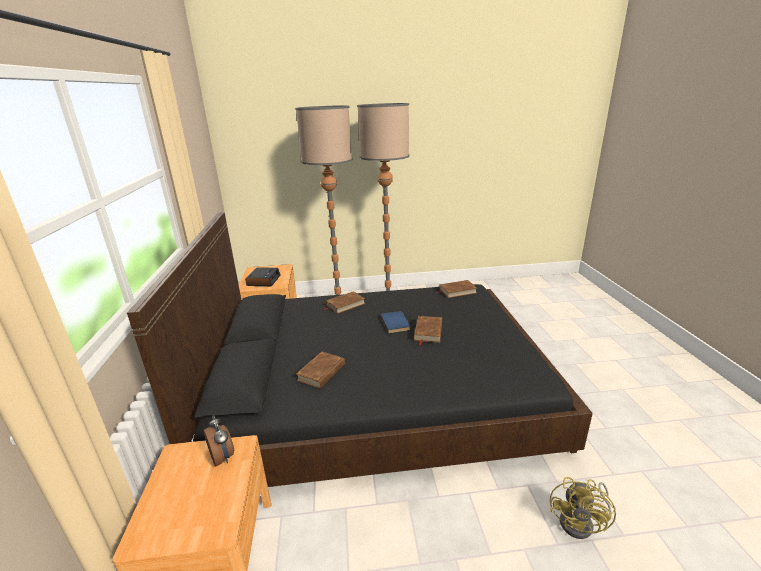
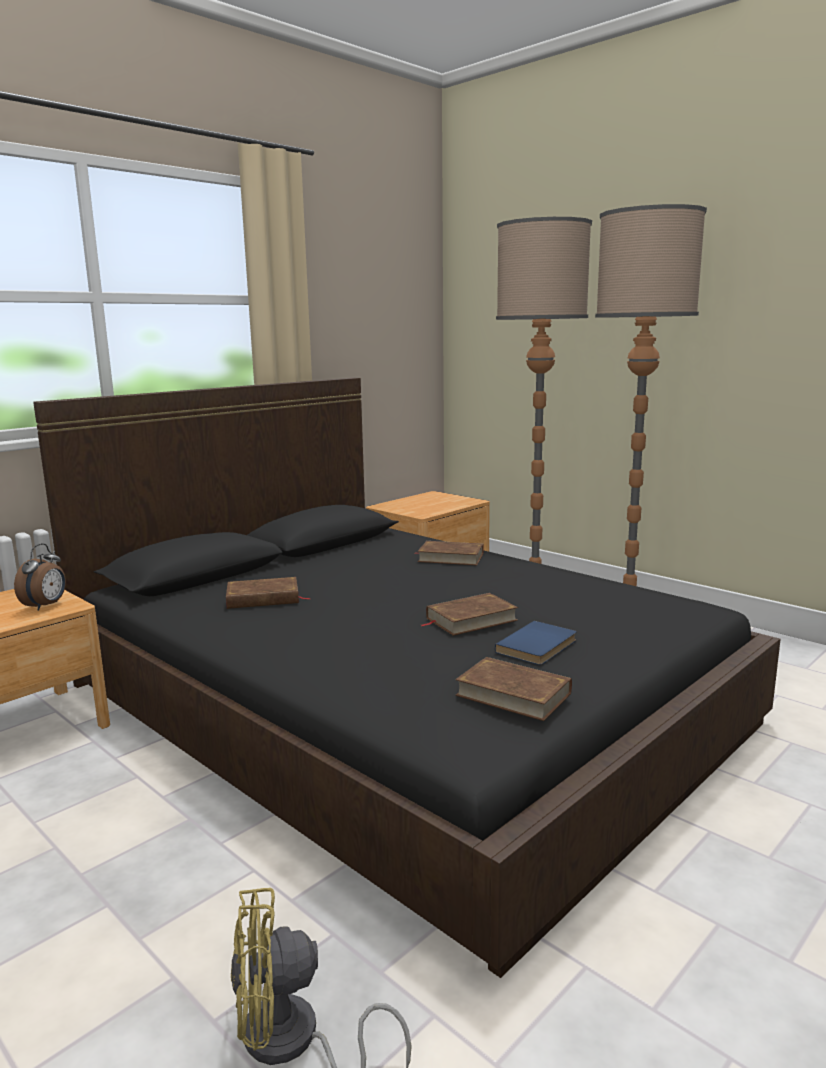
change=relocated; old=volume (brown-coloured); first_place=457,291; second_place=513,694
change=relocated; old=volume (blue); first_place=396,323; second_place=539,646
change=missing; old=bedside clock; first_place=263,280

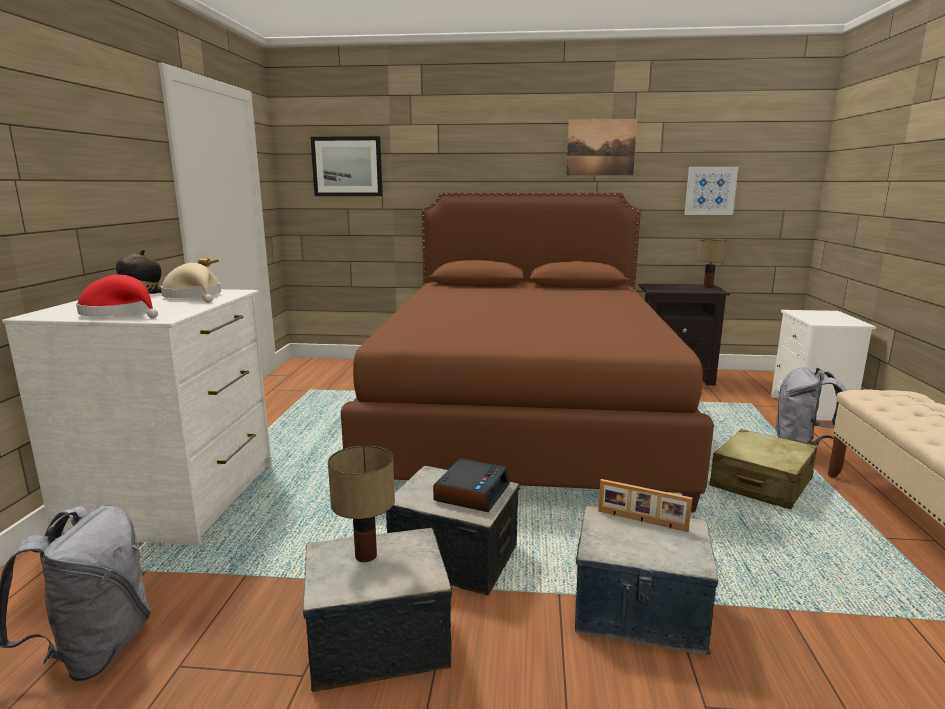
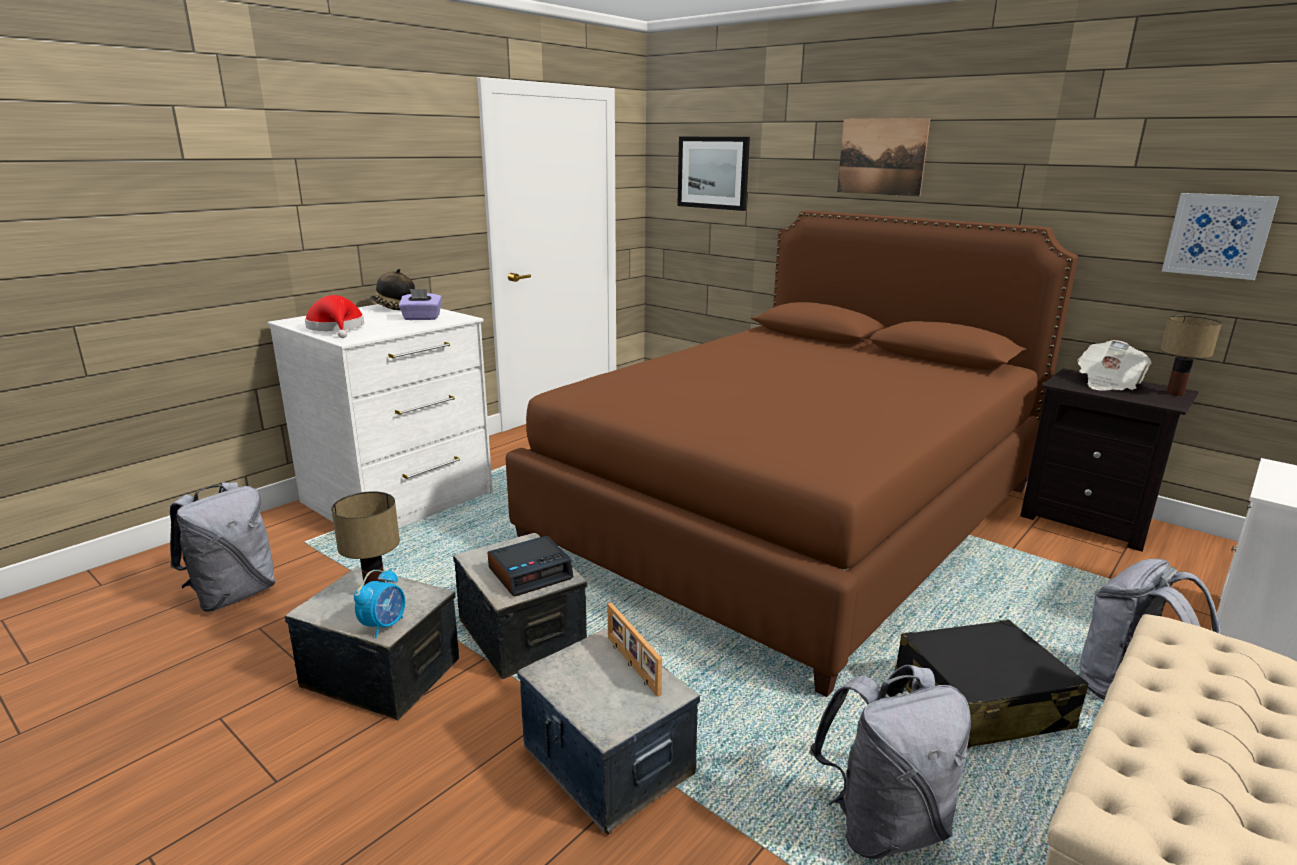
change=appeared; new=bedside clock; second_place=384,625
change=exchanged; old=hat (beige-coloured); new=tissue holder (purple-coloured); first_place=194,296; second_place=421,318
change=appeared; new=rucksack (gray); second_place=883,824
change=relocated; old=wall art; first_place=601,147; second_place=881,156
change=colour; old=travel case (beige-coloured); new=travel case (black-coloured); first_place=761,483; second_place=980,703
change=appeared; new=newspaper; second_place=1107,383

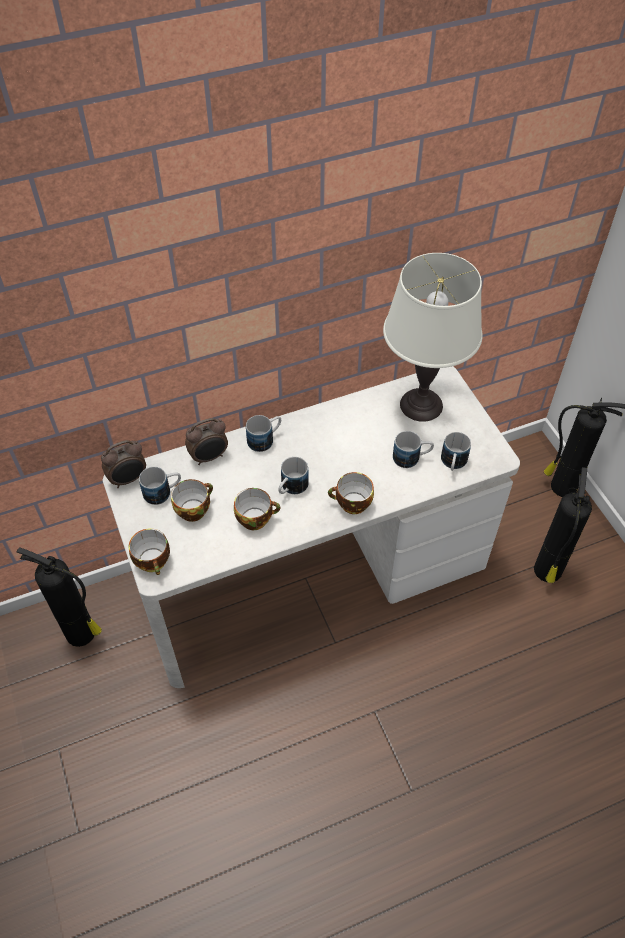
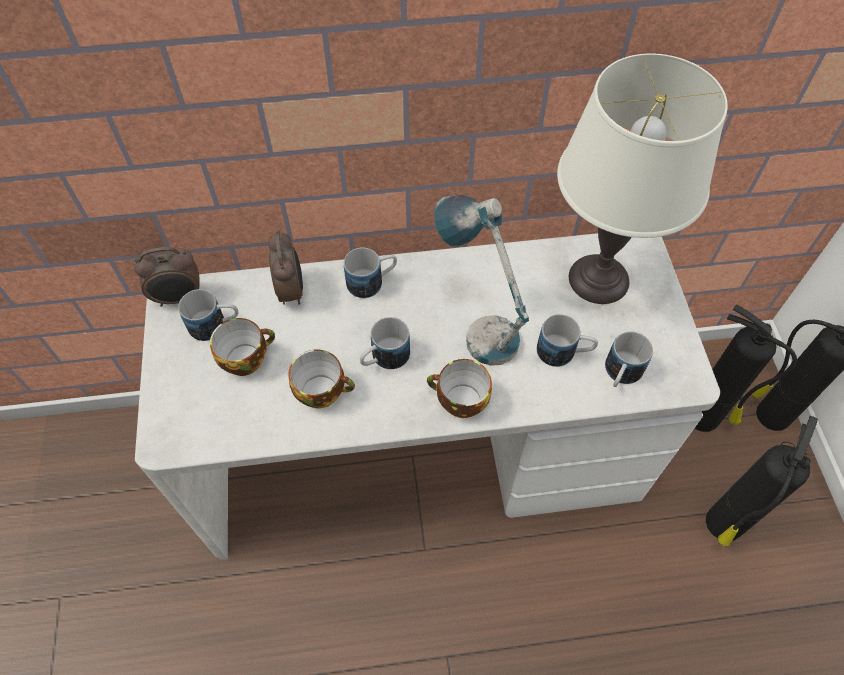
change=spun; old=bedside clock; first_place=209,457; second_place=291,291; degrees=-90
change=appeared; new=lamp for a table; second_place=477,326
change=relocated; old=extinguisher; first_place=82,634; second_place=704,417
change=missing; old=cup; first_place=154,562

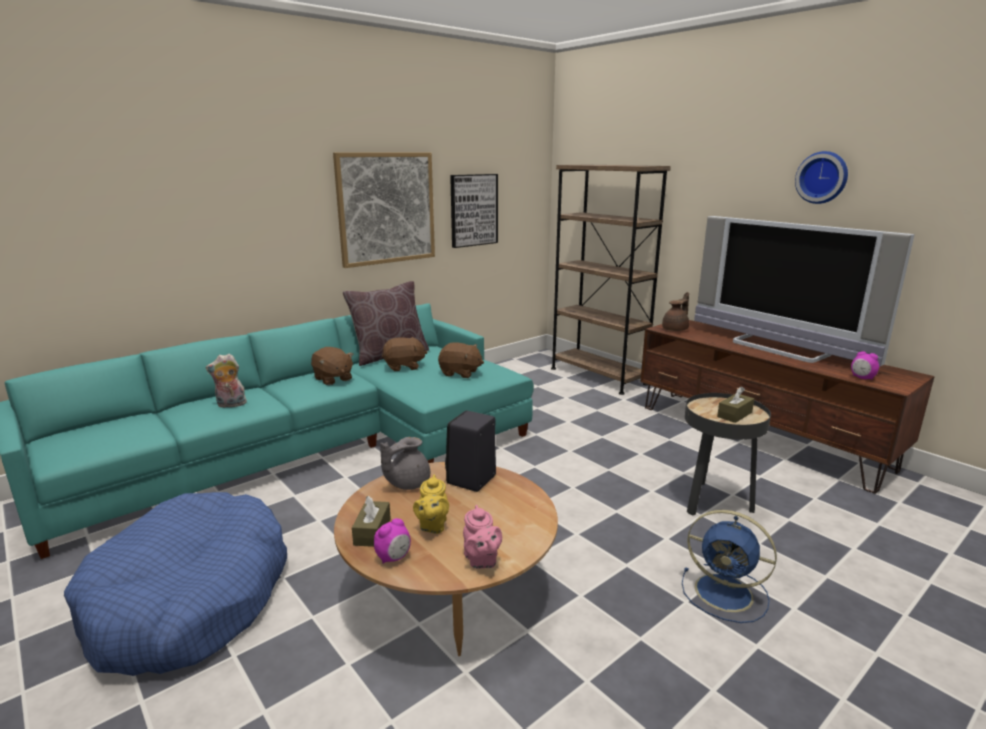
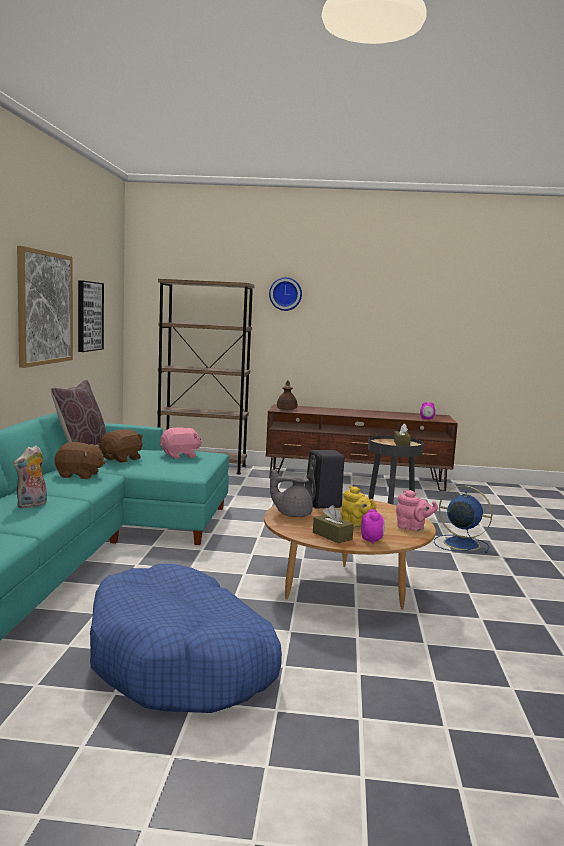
change=colour; old=plush toy (brown-coloured); new=plush toy (pink); first_place=460,373; second_place=180,456
change=relocated; old=clock on the wall; first_place=822,177; second_place=285,294
change=spun; old=tea pot (gray); first_place=407,483; second_place=292,514; degrees=90
change=spun; old=cooling fan (blue); first_place=726,593; second_place=460,544; degrees=-135
change=missing; old=TV; first_place=779,349

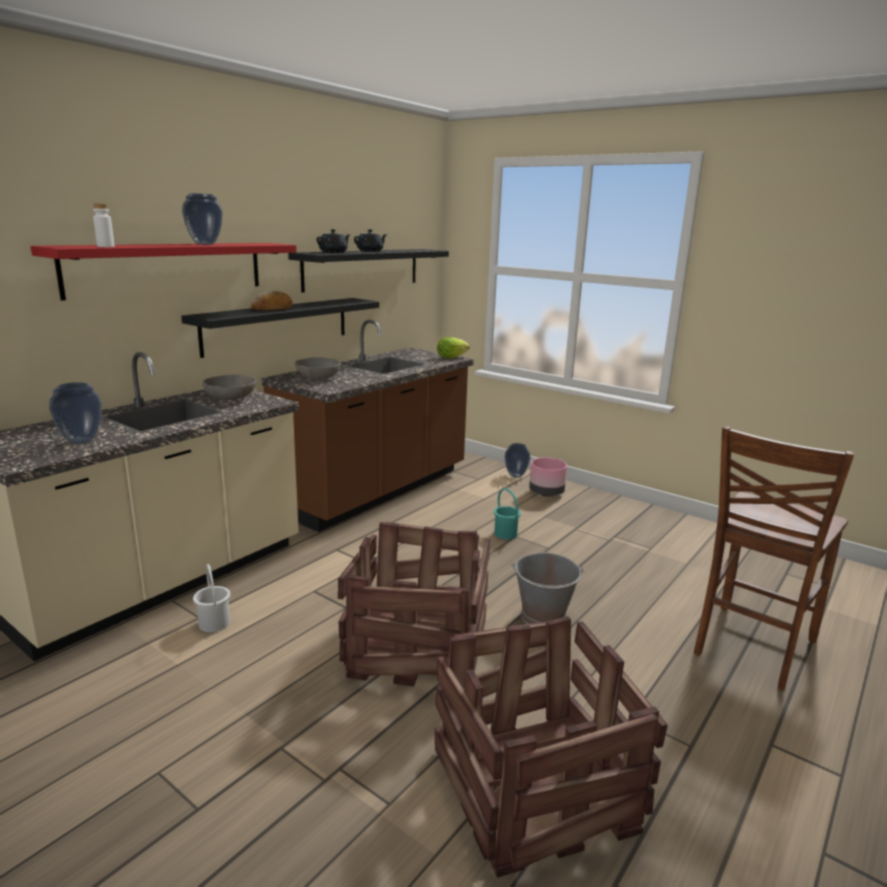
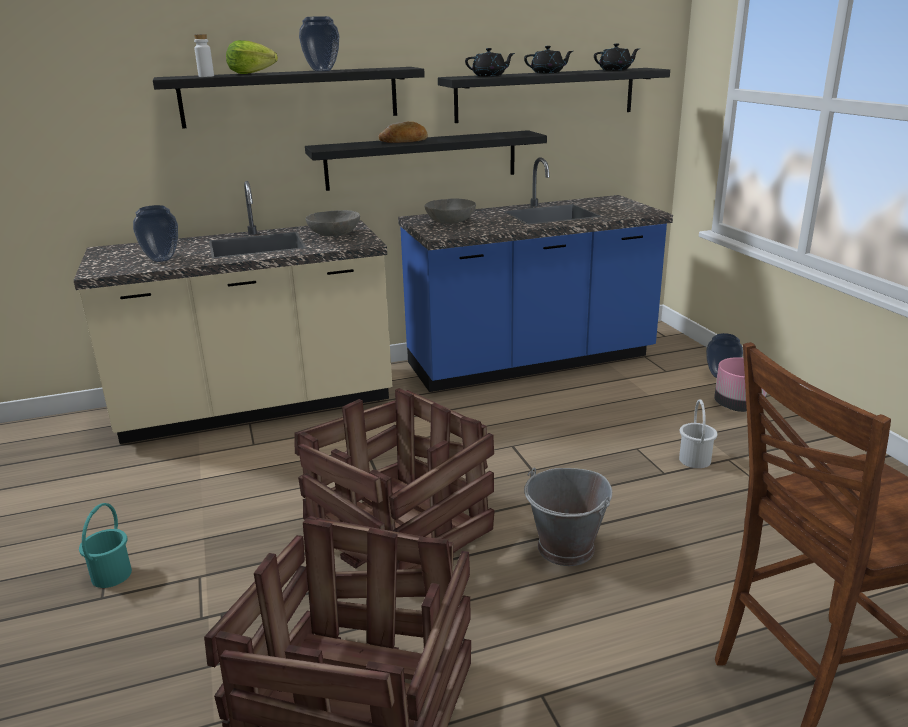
change=relocated; old=pail (blue-green); first_place=505,534; second_place=110,575
change=colour; old=shelf (red-coloured); new=shelf (black-coloured); first_place=168,268; second_place=291,97
change=relocated; old=lettuce head; first_place=451,357; second_place=251,73
change=colour; old=counter (brown-coloured); new=counter (blue); first_place=376,491; second_place=531,362
change=appeared; new=tea pot (black-coloured); second_place=615,70
change=relocated; old=pail (white-coloured); first_place=215,623; second_place=695,460

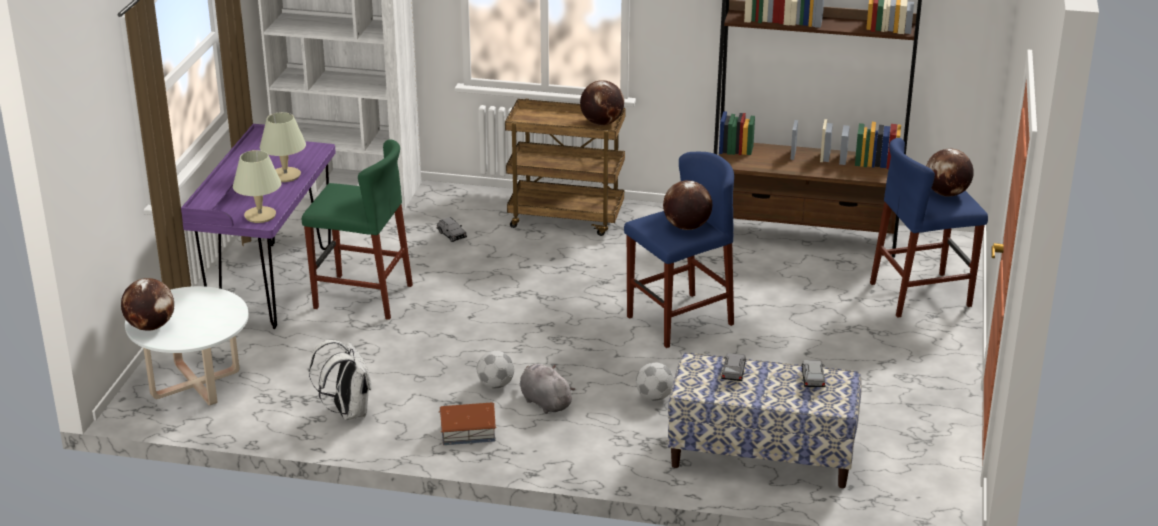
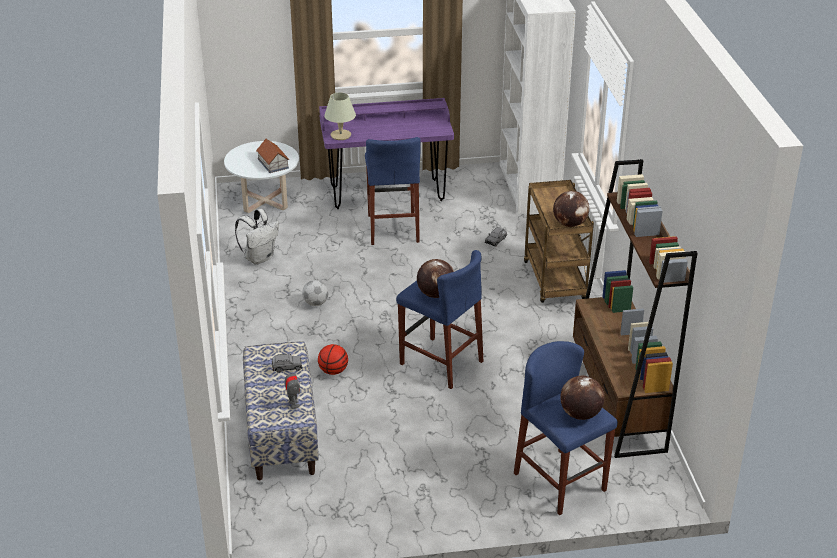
change=relocated; old=toy house; first_place=468,433; second_place=273,164
change=exchanged; old=toy car (gray); new=toy robot; first_place=813,379; second_place=293,404
change=exchanged; old=football ball; new=ball for basketball; first_place=654,397; second_place=333,371
change=colour; old=stool (greenish); new=stool (blue); first_place=363,297; second_place=393,228
change=missing; old=desk globe; first_place=151,326
change=missing; old=lamp for a table (beige-coloured); first_place=285,175
change=missing; old=plush toy (gray); first_place=544,402

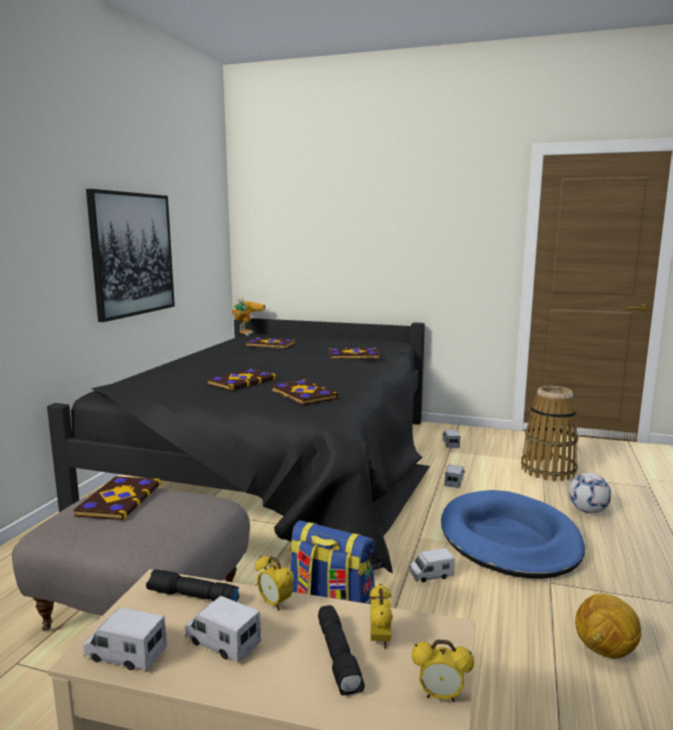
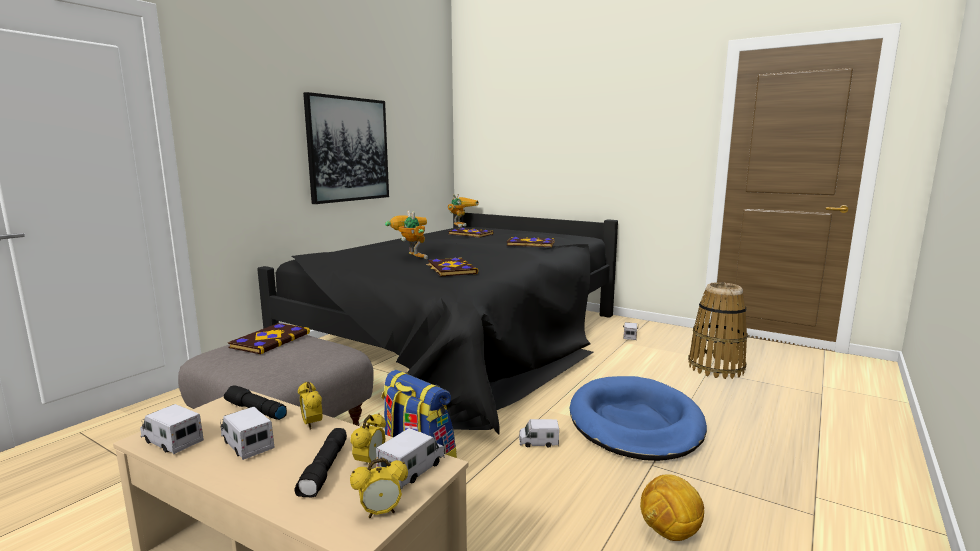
change=spun; old=bedside clock; first_place=440,696; second_place=381,512; degrees=-45
change=relocated; old=toy lorry; first_place=454,482; second_place=412,469
change=exchanged; old=volume; new=toy robot; first_place=241,381; second_place=410,257
change=missing; old=football ball; first_place=587,511

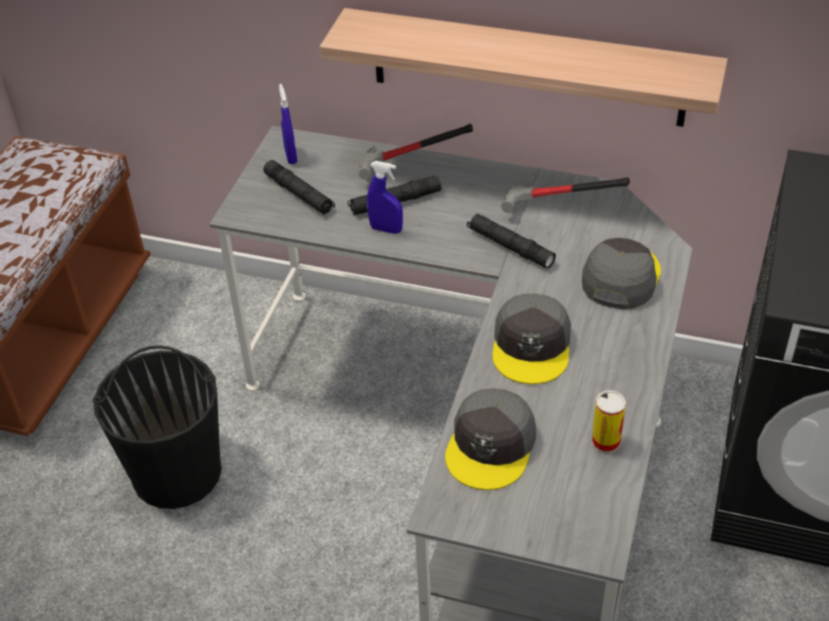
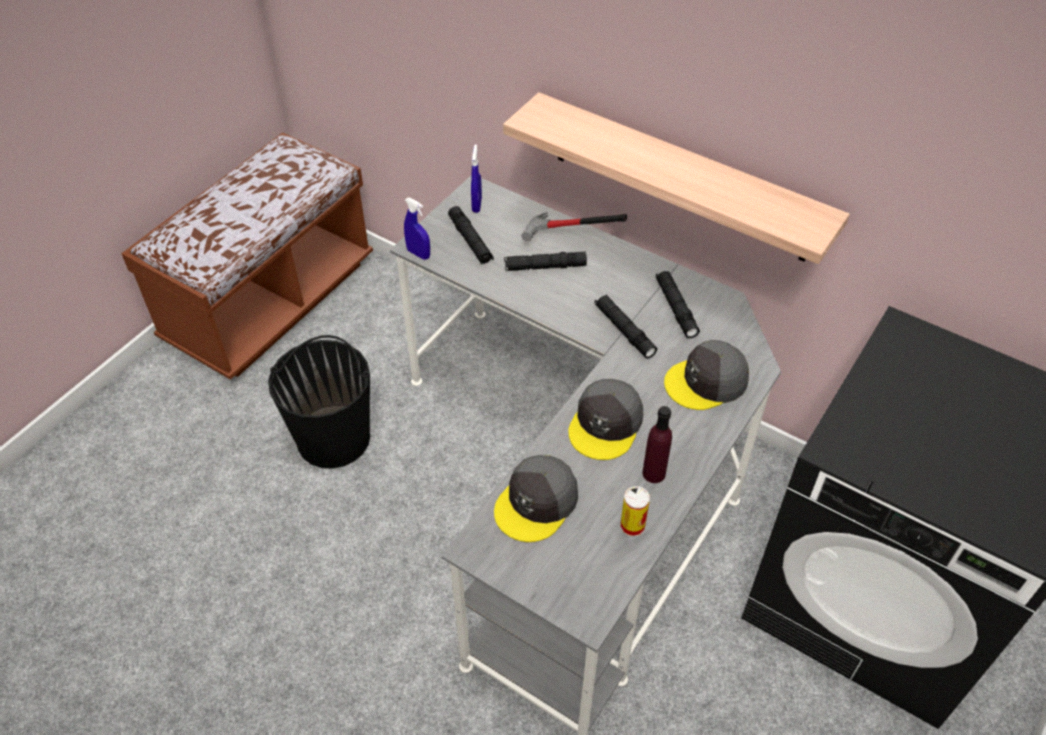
change=relocated; old=hand sprayer (blue); first_place=386,229; second_place=418,254
change=appeared; new=drink bottle (purple-coloured); second_place=653,473
change=exchanged; old=hand hammer; new=hand torch (black-coloured); first_place=555,212; second_place=676,308
change=spun; old=baseball cap (gray); first_place=620,277; second_place=706,382; degrees=-150

